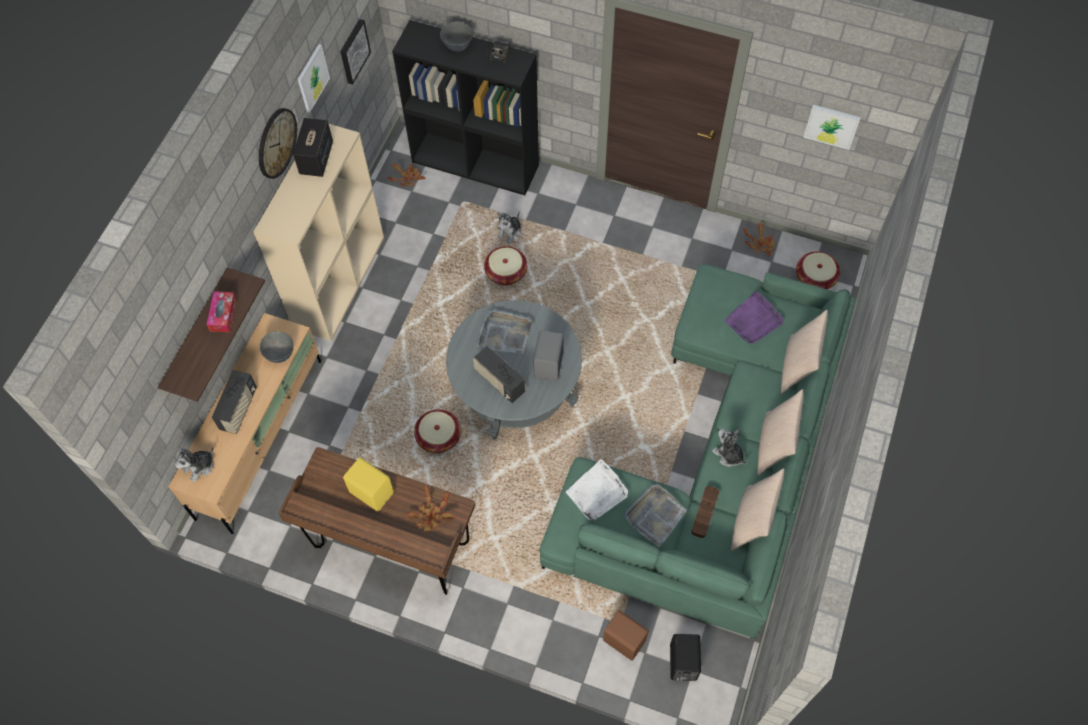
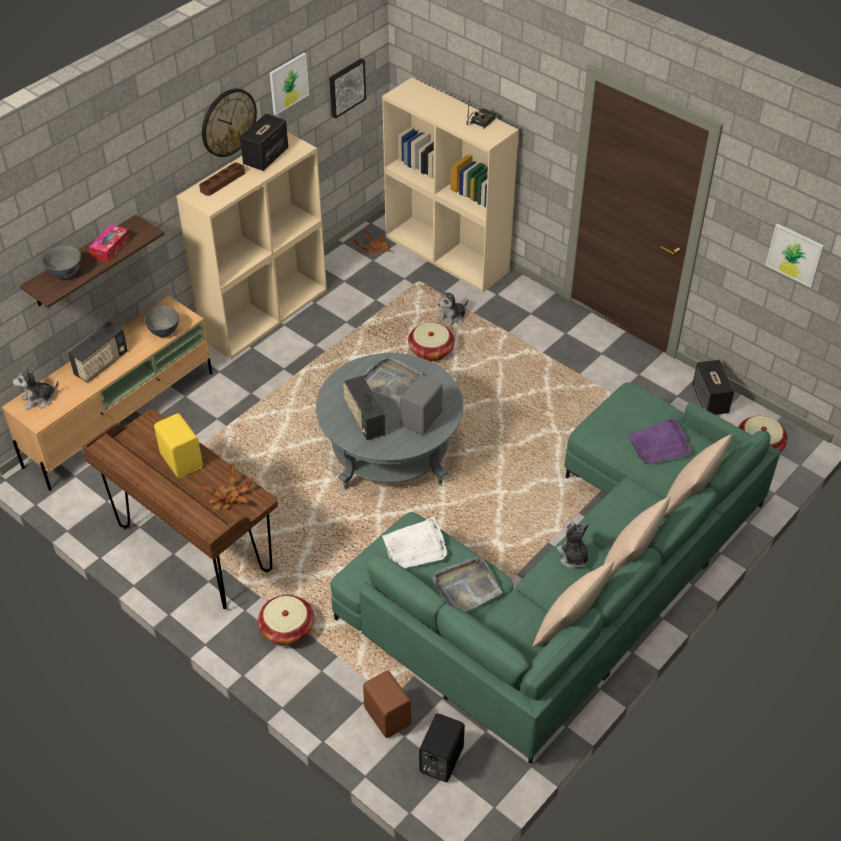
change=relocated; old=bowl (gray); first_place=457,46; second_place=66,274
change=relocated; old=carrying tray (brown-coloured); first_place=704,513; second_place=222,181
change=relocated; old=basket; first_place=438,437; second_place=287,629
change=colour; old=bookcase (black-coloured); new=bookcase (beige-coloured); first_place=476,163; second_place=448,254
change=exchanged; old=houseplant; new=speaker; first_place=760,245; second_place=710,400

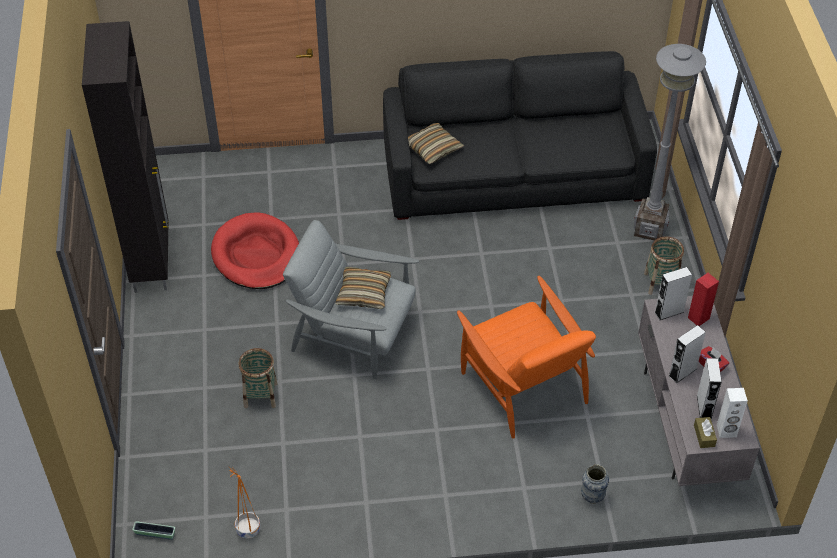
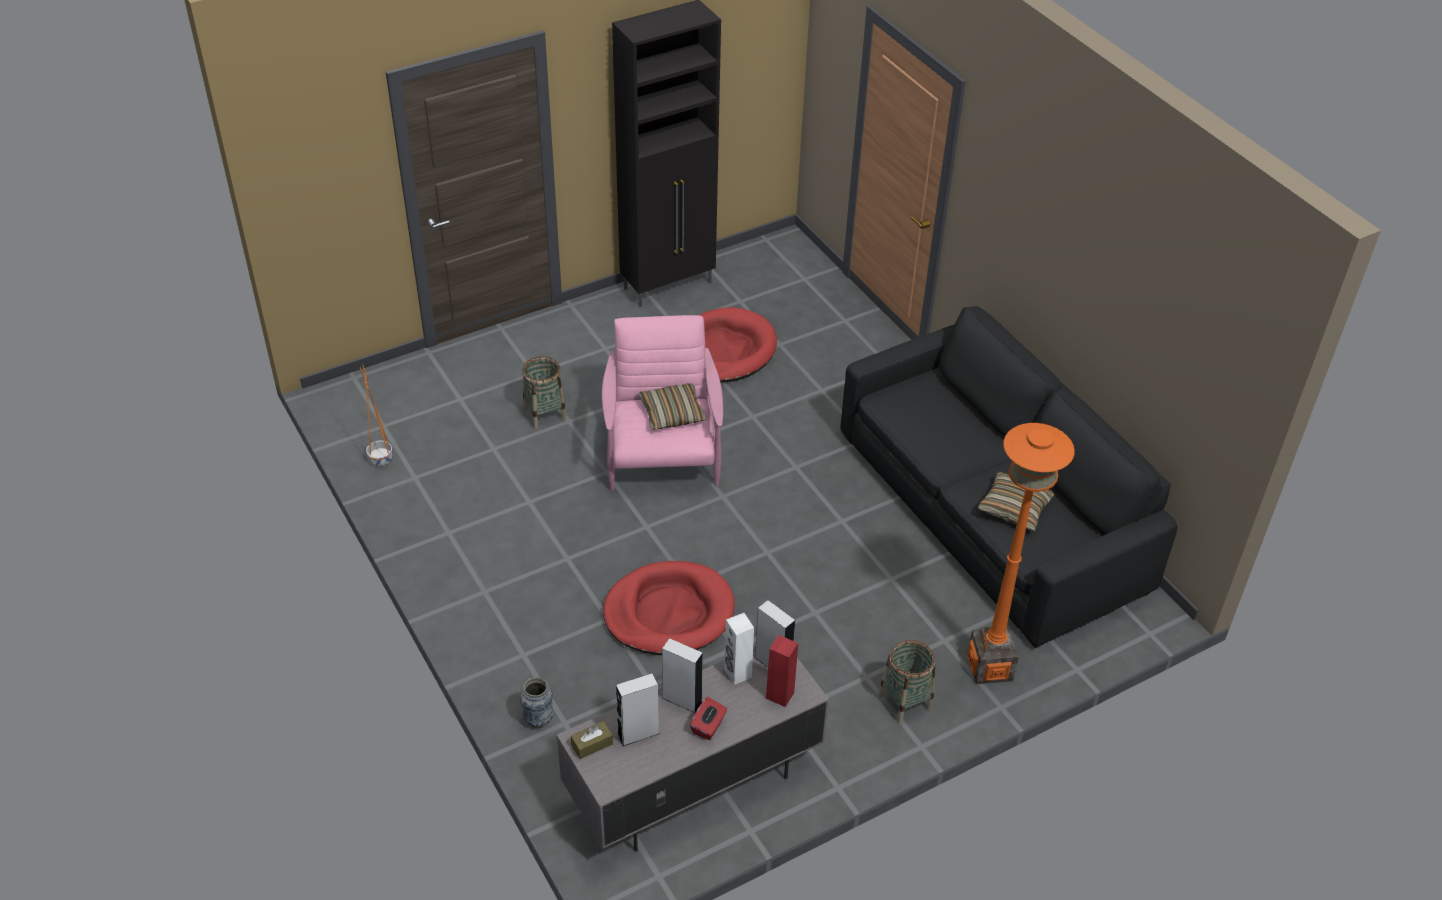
change=colour; old=armchair (gray); new=armchair (pink); first_place=354,333; second_place=662,454
change=exchanged; old=armchair (orange-coloured); new=dog bed (red-coloured); first_place=522,383; second_place=669,612
change=relocated; old=speaker (white-coloured); first_place=726,431; second_place=737,673
change=colour; old=standard lamp (gray); new=standard lamp (orange-coloured); first_place=650,229; second_place=990,667
change=relocated; old=cushion; first_place=433,148; second_place=1014,508
change=missing; old=plant pot; first_place=155,534

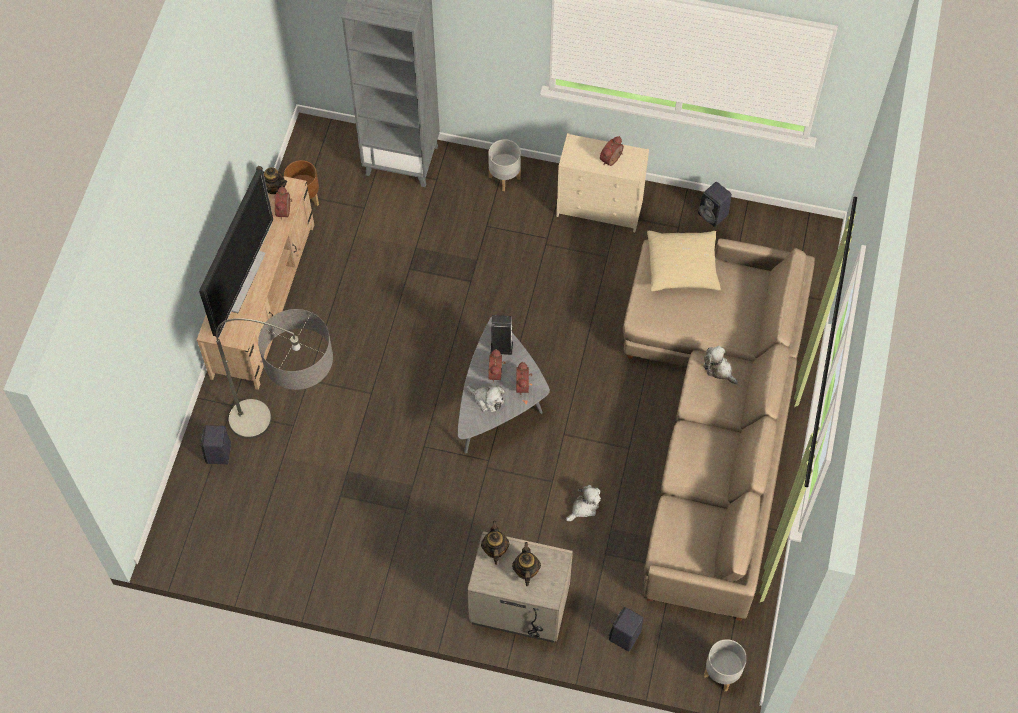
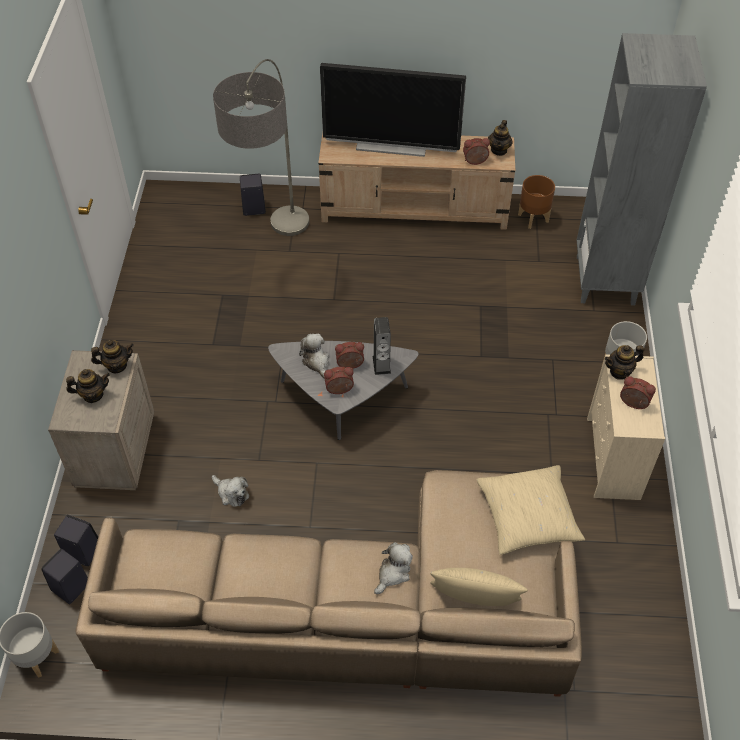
change=relocated; old=speaker (black-coloured); first_place=714,215; second_place=70,588
change=spun; old=plush toy; first_place=487,400; second_place=316,362; degrees=135
change=appeared; new=cushion (beige-coloured); second_place=473,605
change=appeared; new=tea pot; second_place=620,371

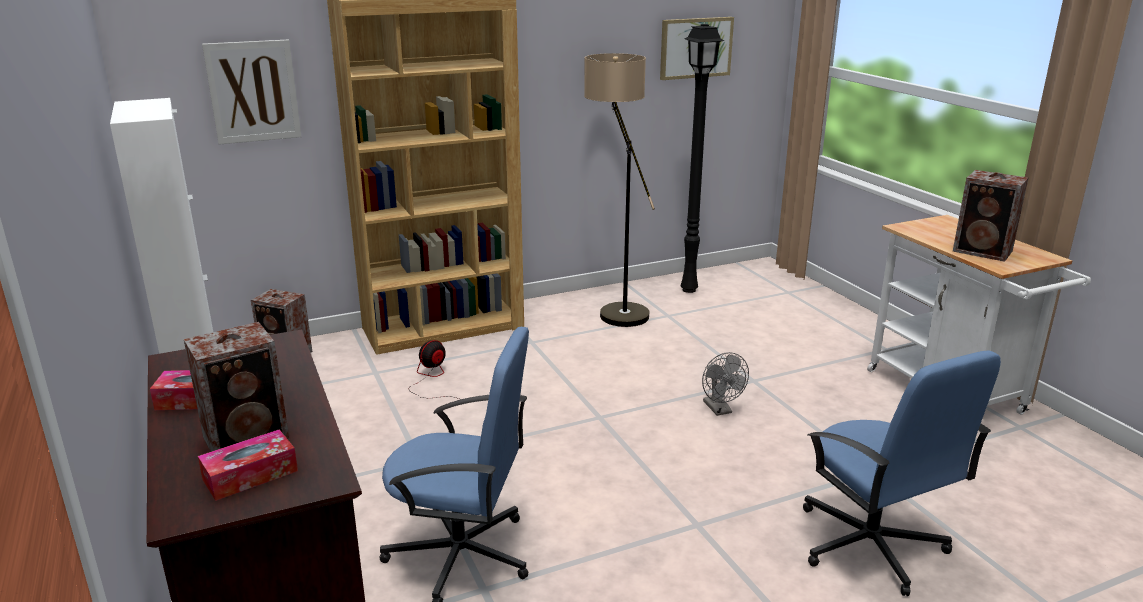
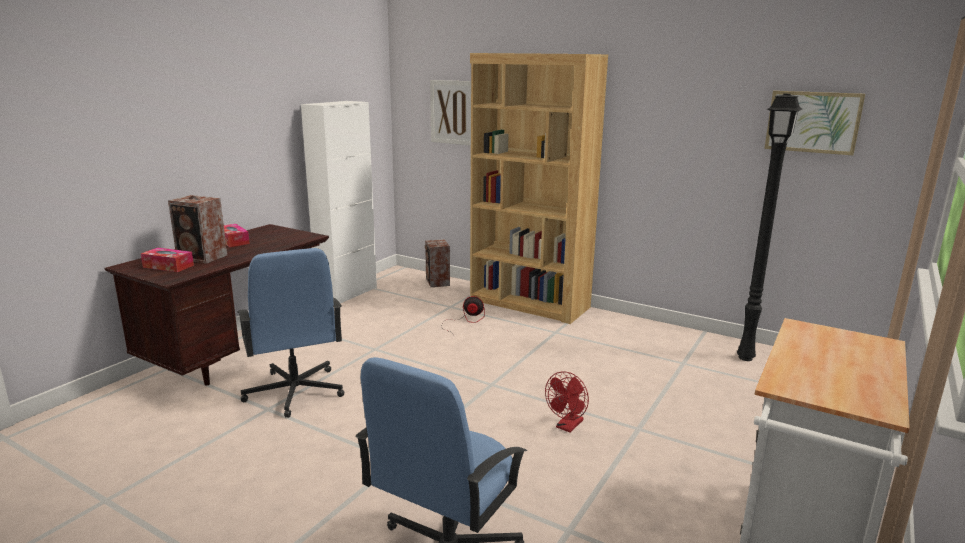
change=colour; old=cooling fan (gray); new=cooling fan (red-coloured); first_place=720,410; second_place=567,426
change=missing; old=standard lamp; first_place=616,308
change=missing; old=speaker; first_place=984,251

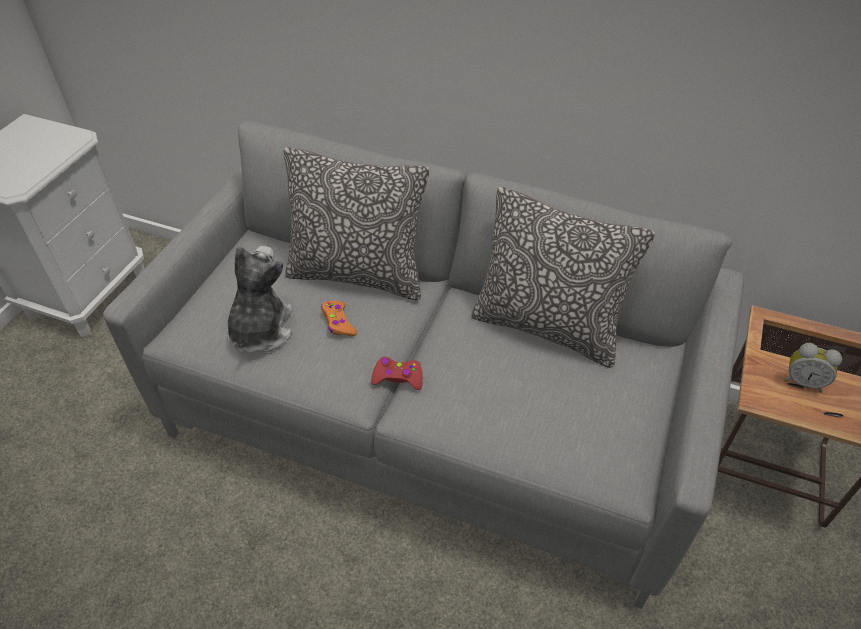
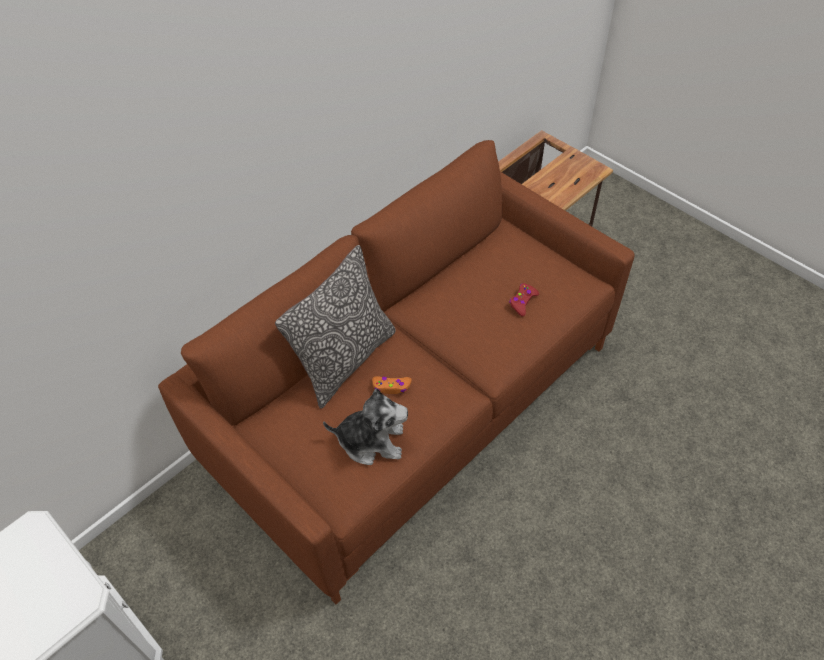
change=colour; old=couch (gray); new=couch (brown-coloured); first_place=431,416; second_place=413,404
change=spun; old=plush toy; first_place=260,330; second_place=371,441; degrees=150
change=relocated; old=gamepad (red-coloured); first_place=398,377; second_place=522,302
change=missing; old=cushion; first_place=547,327
change=missing; old=bedside clock; first_place=803,381

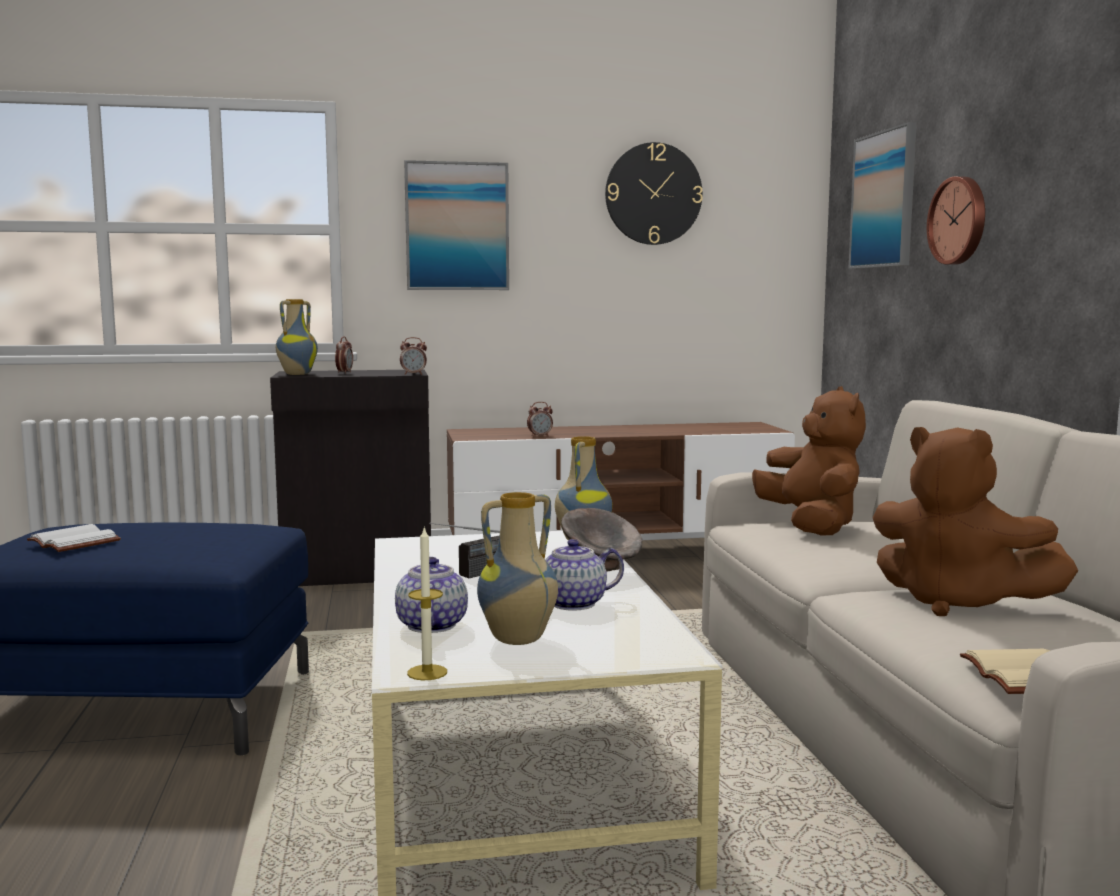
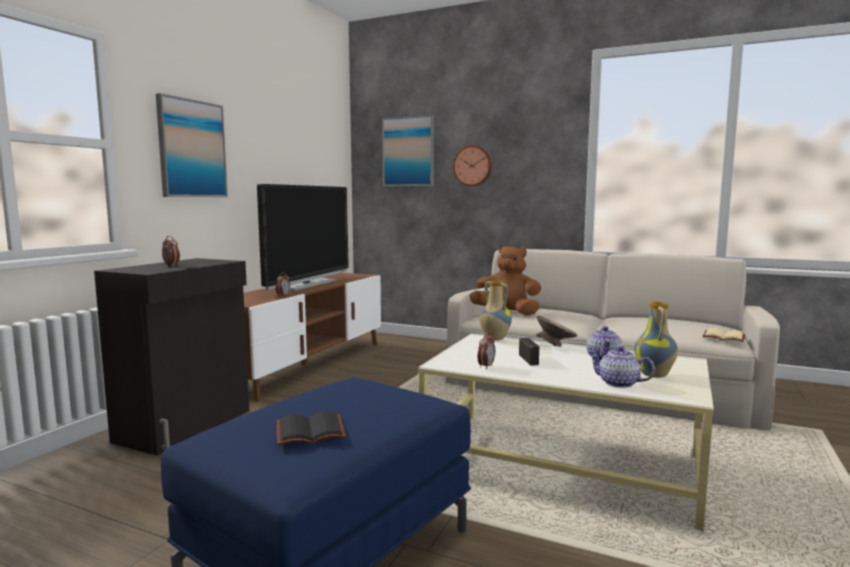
change=appeared; new=TV; second_place=306,284
change=colour; old=volume (white-coloured); new=volume (black-coloured); first_place=77,542; second_place=311,430
change=relocated; old=bedside clock; first_place=413,374; second_place=486,366
change=missing; old=decorative vase; first_place=297,374
change=missing; old=wax light; first_place=427,672
change=missing; old=clock on the wall; first_place=653,194
change=missing; old=plush toy (brown-coloured); first_place=957,603

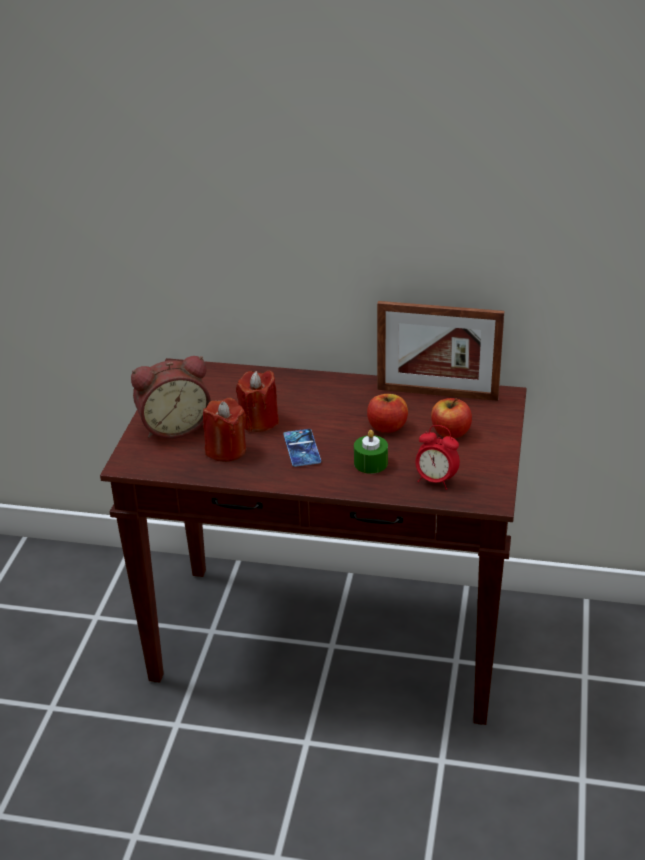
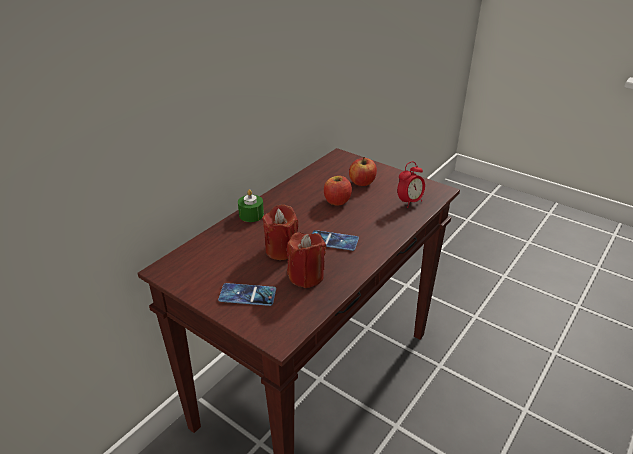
change=exchanged; old=bedside clock; new=handset; first_place=174,426; second_place=247,295
change=relocated; old=wax light (greenish); first_place=371,463; second_place=251,215
change=missing; old=picture frame; first_place=437,393

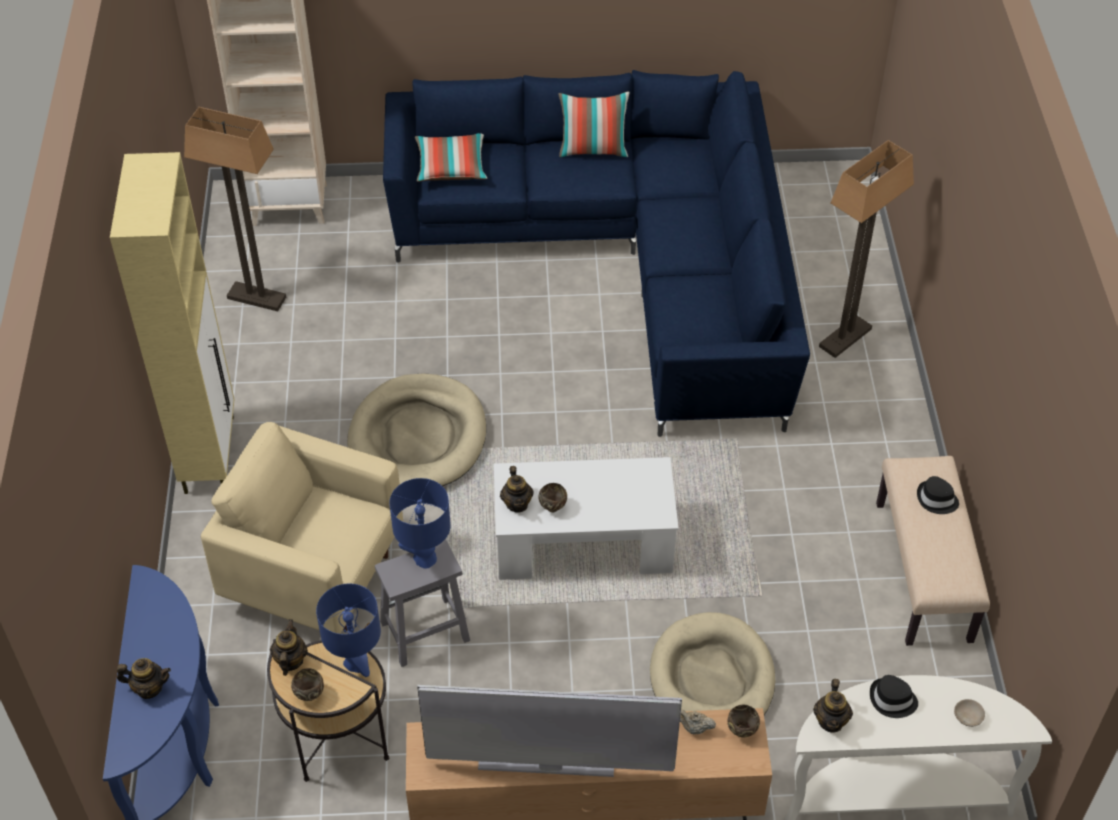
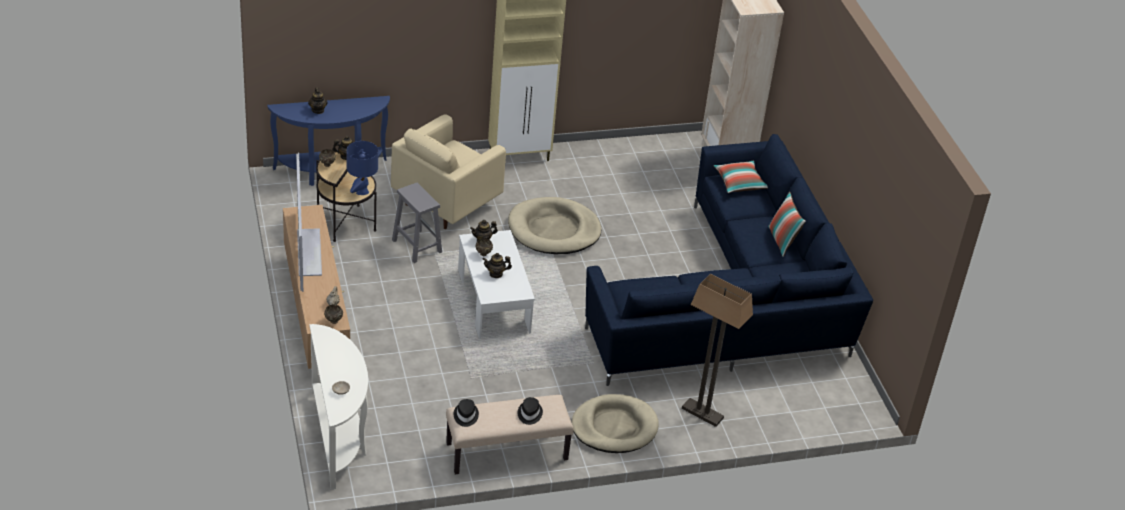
change=spun; old=armchair (beige-coloured); first_place=314,574; second_place=446,203; degrees=-150
change=relocated; old=hat (black-coloured); first_place=892,700; second_place=465,416
change=relocated; old=tea pot; first_place=831,721; second_place=496,274
change=relocated; old=dog bed (beige-coloured); first_place=711,679; second_place=614,427
change=missing; old=standard lamp; first_place=256,298
change=missing; old=lamp for a table (blue); first_place=424,558

